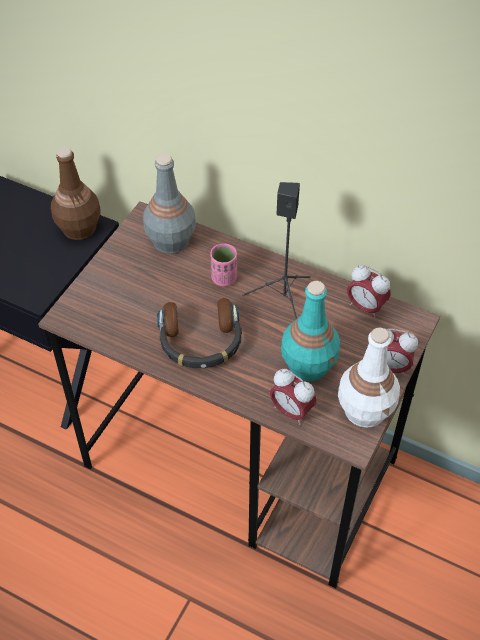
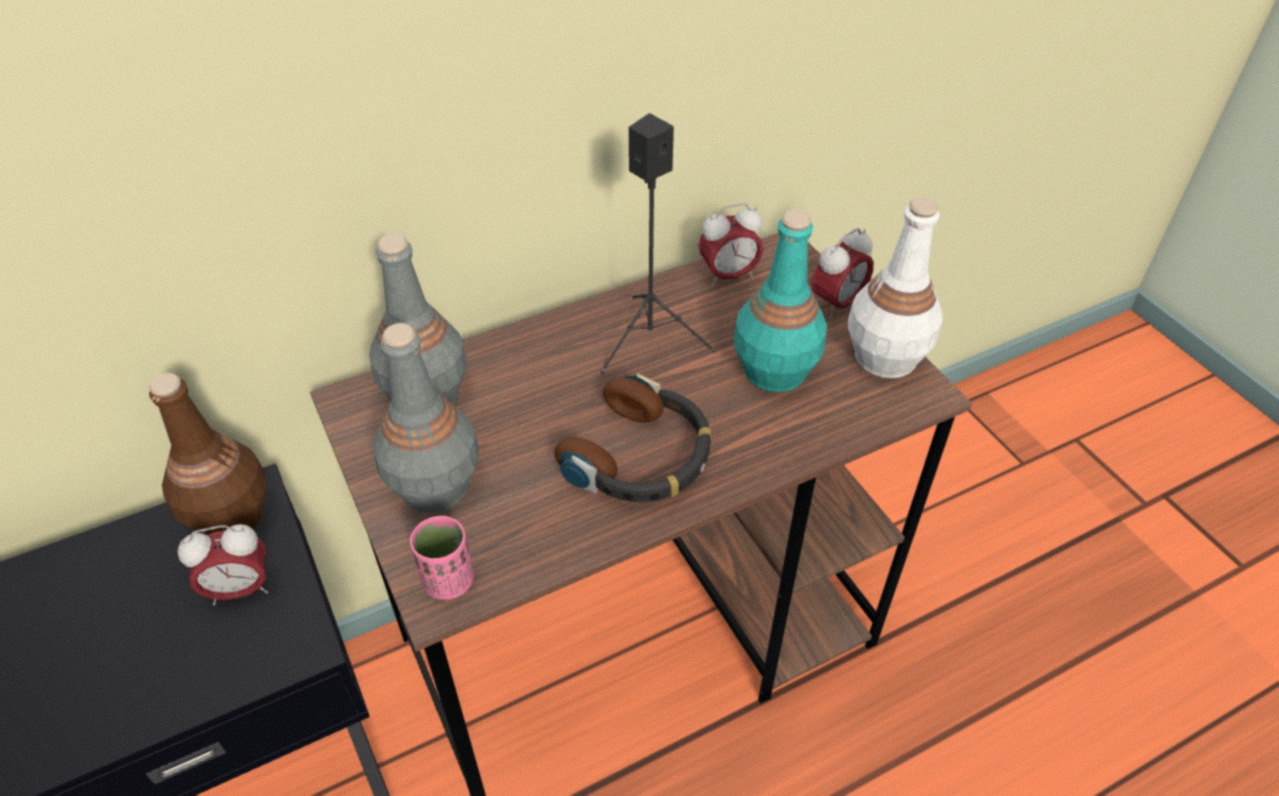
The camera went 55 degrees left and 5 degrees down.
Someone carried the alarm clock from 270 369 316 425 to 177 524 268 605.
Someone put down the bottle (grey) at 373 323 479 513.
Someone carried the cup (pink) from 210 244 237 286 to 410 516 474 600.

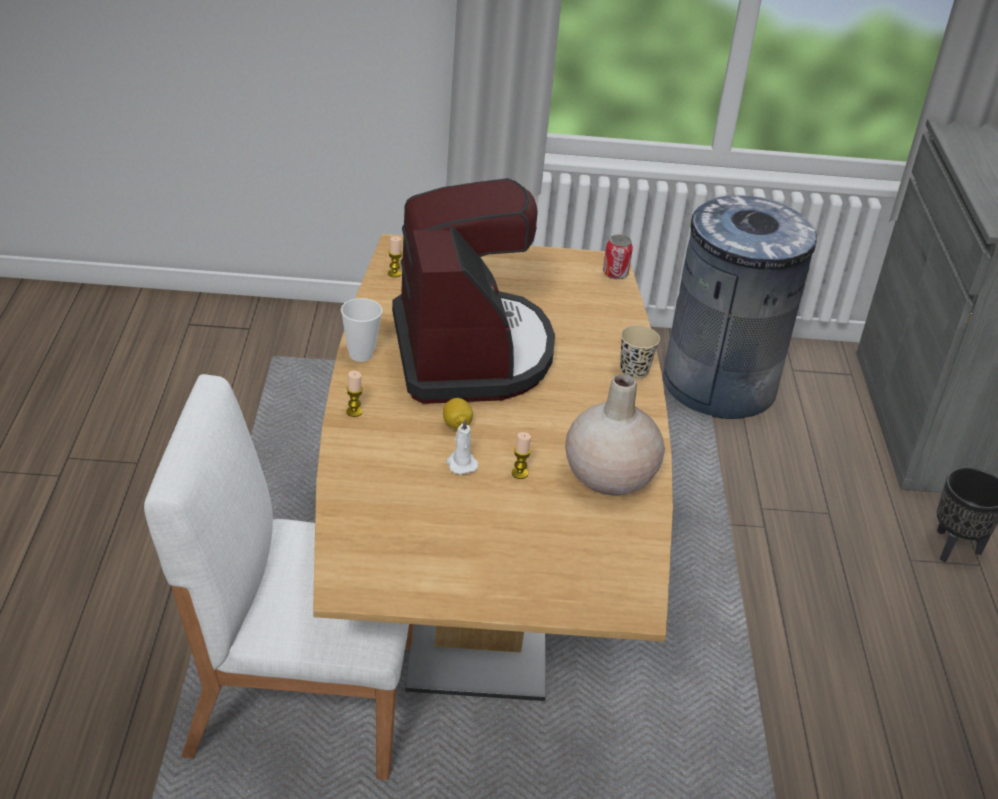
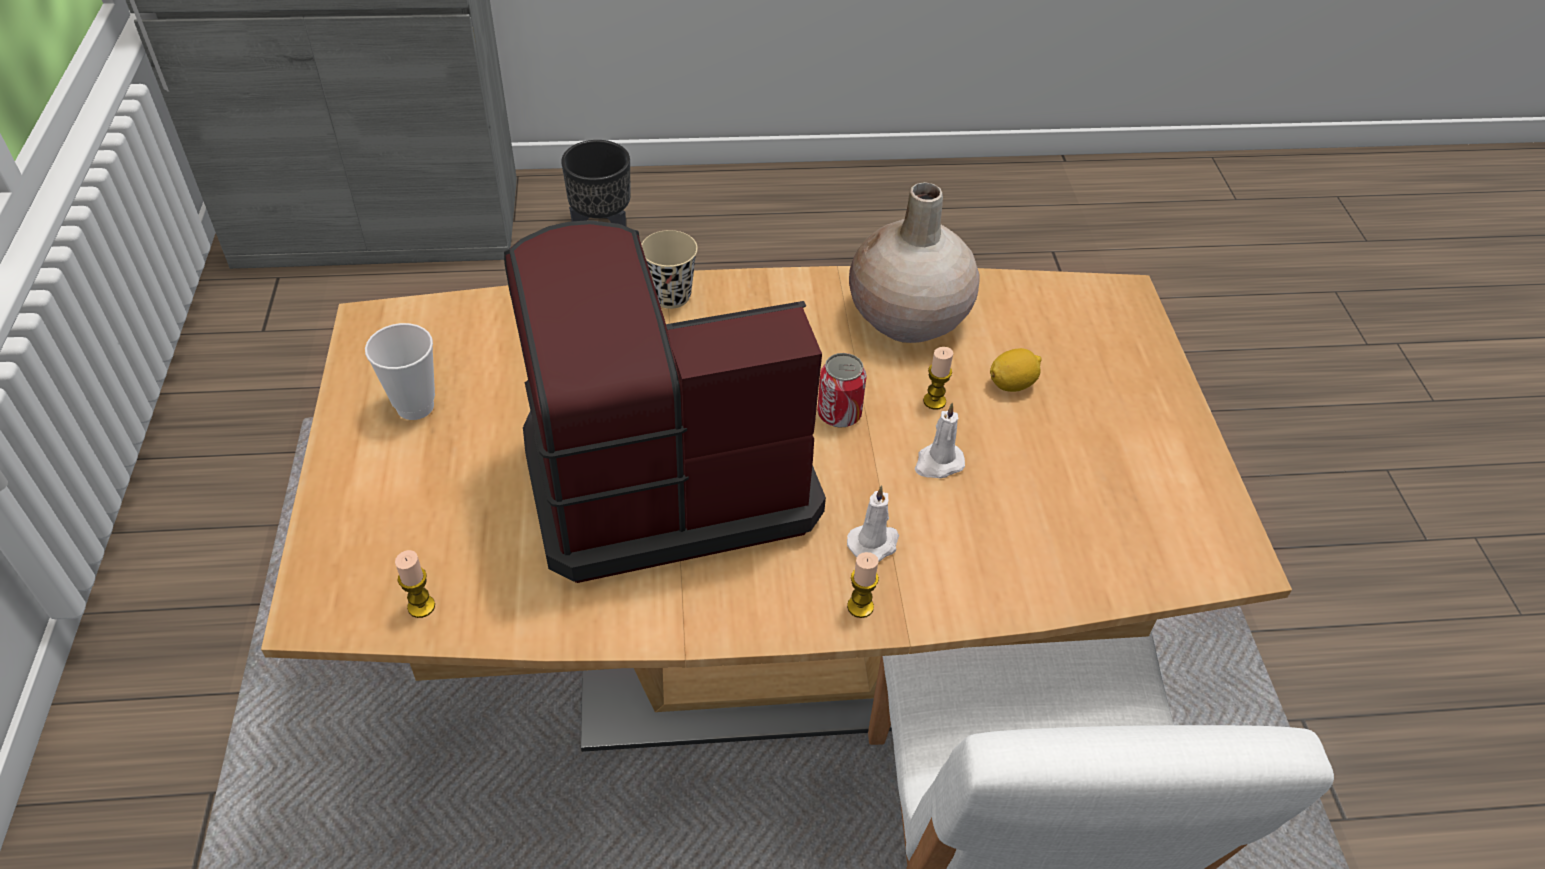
The camera went 95 degrees left and 10 degrees up.
Someone carried the cup from 341 298 383 362 to 365 323 435 420.
Someone carried the can from 603 234 633 280 to 817 353 867 428.
Someone put down the candle (white) at 847 485 899 562.
Someone carried the lemon from 443 398 473 430 to 990 348 1042 392.
Someone took away the trash can (grey) at 663 195 817 419.

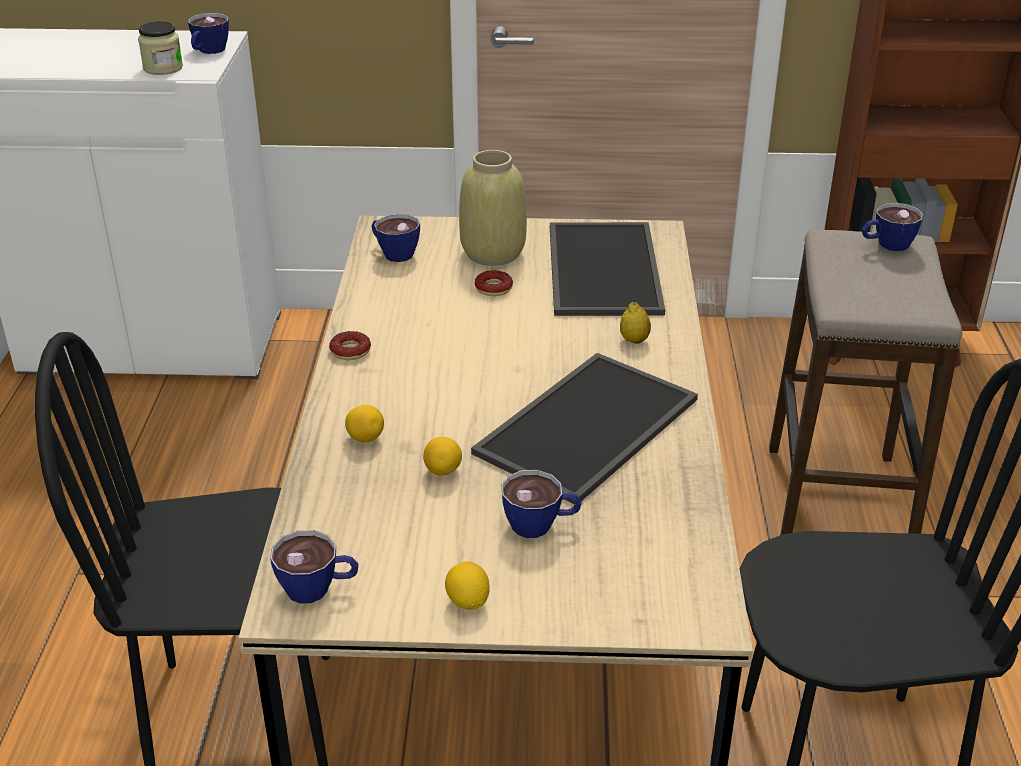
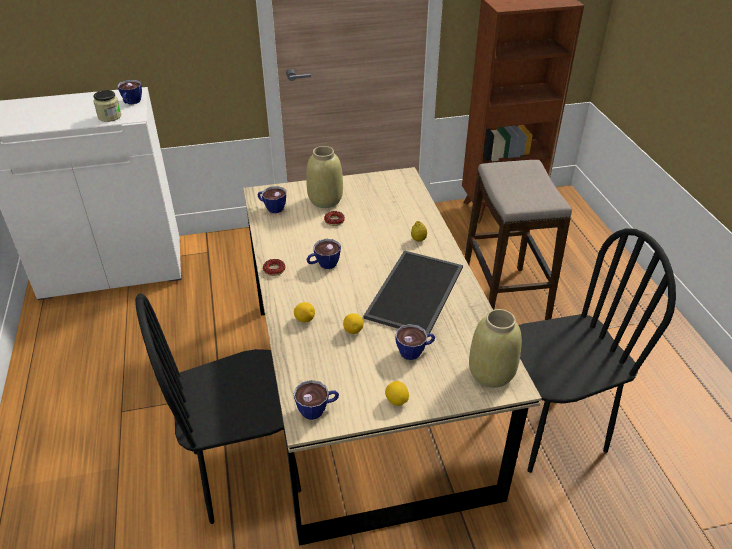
The camera went 15 degrees left and 5 degrees up.
Someone carried the cup from 862 203 923 251 to 307 239 341 269.
Someone put down the vase (beige) at 469 309 522 388.
Someone took away the tray at 550 222 665 316.

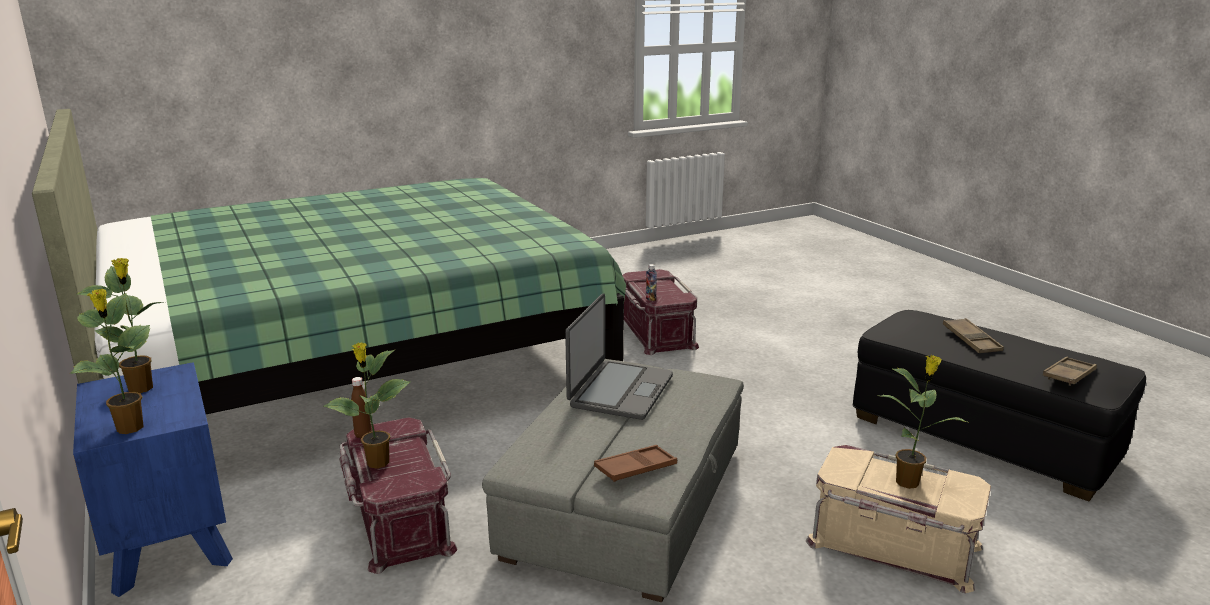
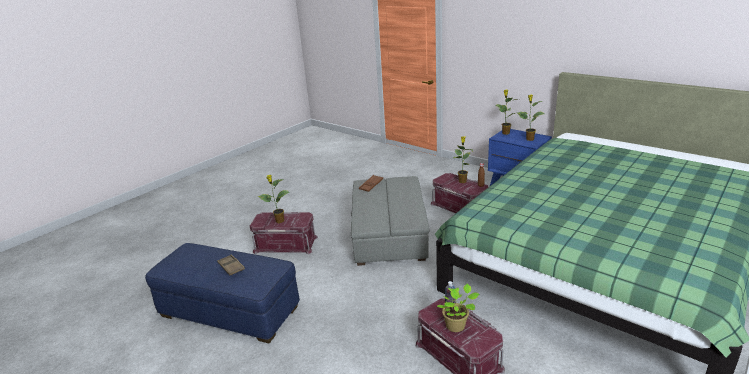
The camera went 160 degrees right and 5 degrees up.
Someone repainted the ottoman (black) at 853 310 1146 501, which became the ottoman (blue) at 145 243 300 343.
Someone repainted the storage box (beige) at 806 445 991 593, which became the storage box (red) at 250 212 318 254.
Someone put down the potted plant at 437 284 480 332.
Someone took away the laptop at 565 293 673 420.
Someone took away the tray (brown) at 1043 357 1097 386.

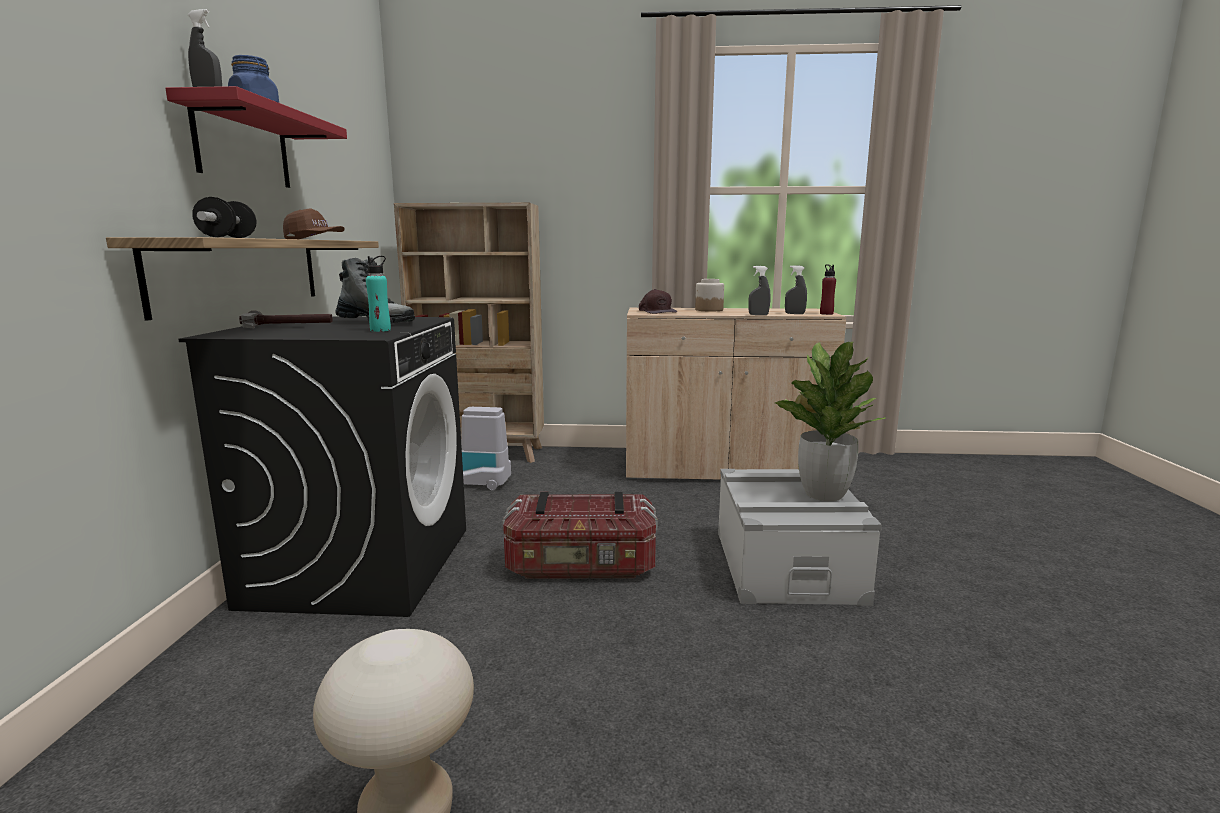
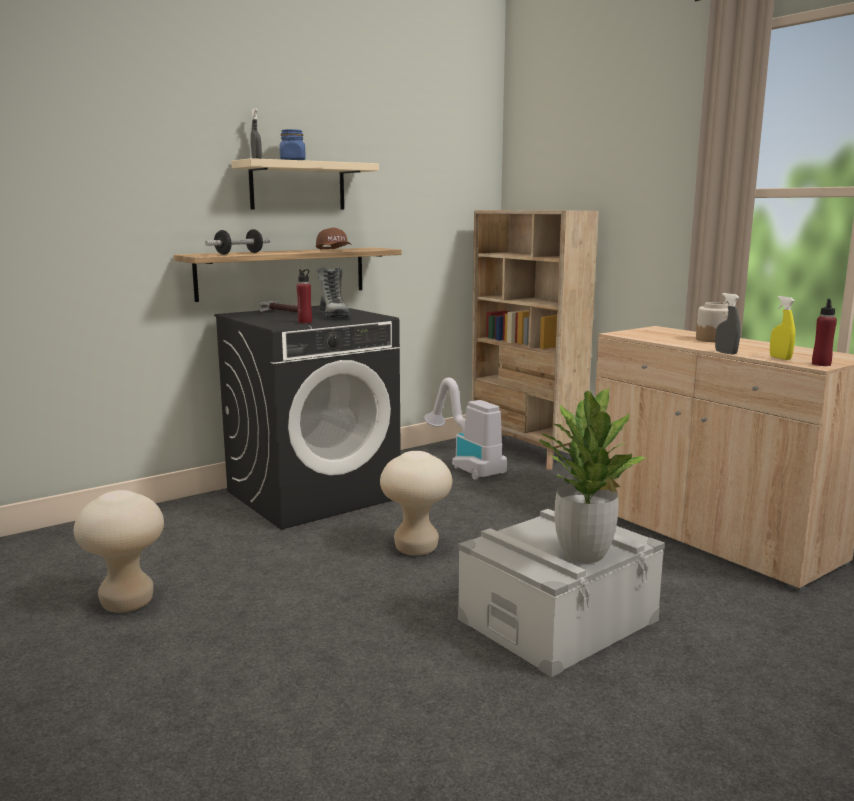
The camera went 50 degrees right and 0 degrees up.
Someone repainted the shelf (red) at 165 86 347 188, which became the shelf (beige) at 231 158 379 210.
Someone repainted the bottle (turquoise) at 366 256 391 332, which became the bottle (red) at 297 269 312 324.
Someone swapped the storage box at 502 491 658 579 for the stool (beige) at 380 451 452 555.
Someone repainted the spray bottle (grey) at 785 265 807 314, which became the spray bottle (yellow) at 770 296 795 360.
Someone took away the cap (brown) at 639 289 677 314.

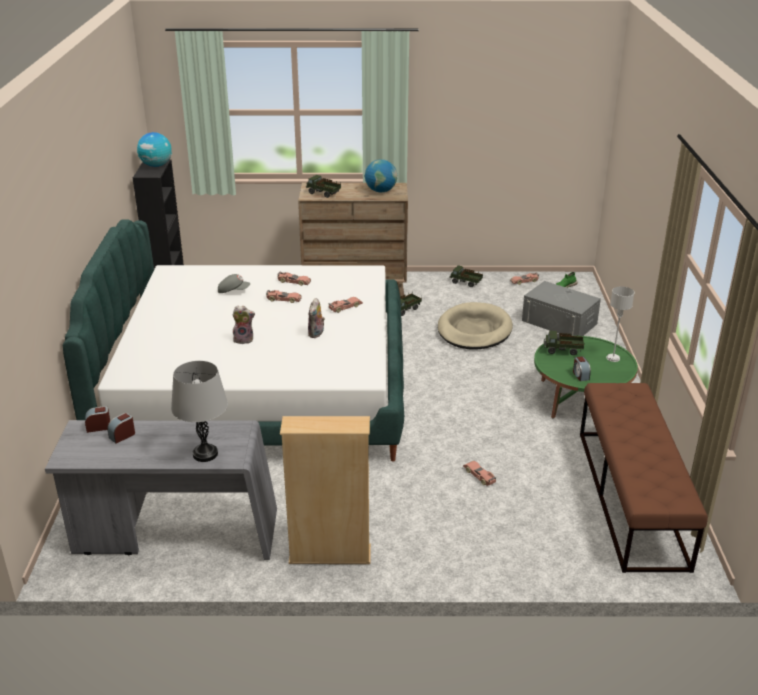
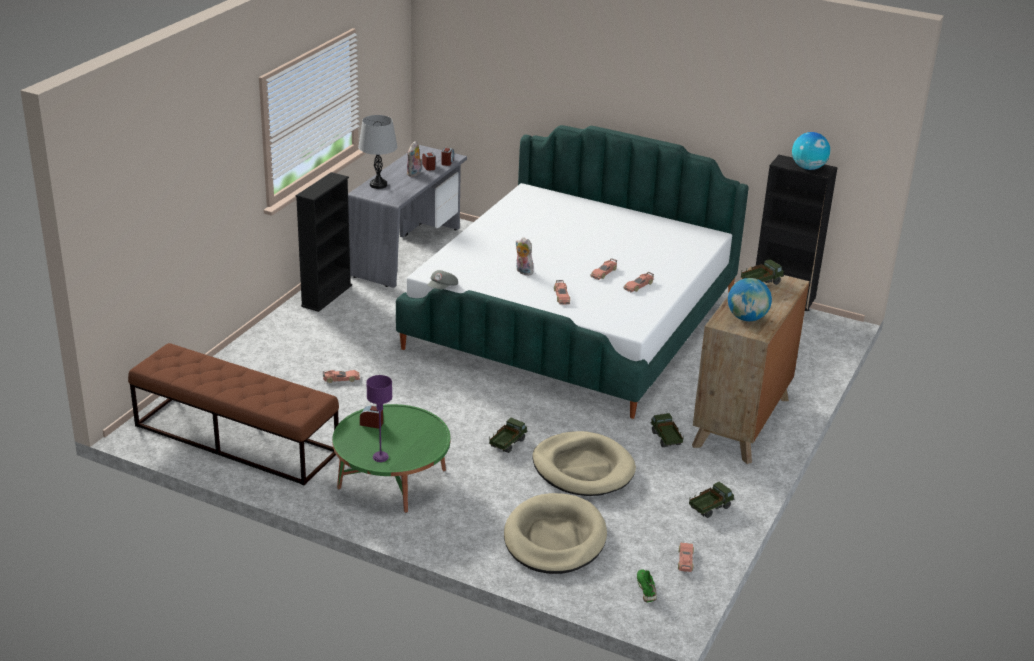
The camera went 115 degrees right and 0 degrees up.
Someone repainted the bookcase (beige) at 280 416 371 564, which became the bookcase (black) at 296 172 352 312.
Someone repainted the table lamp (grey) at 606 286 634 362, which became the table lamp (purple) at 366 375 392 462.
Someone carried the plush toy from 232 305 255 344 to 407 141 422 177.
Someone carried the cap (grey) from 218 274 250 293 to 428 270 458 289.
Someone carried the toy truck from 544 331 584 355 to 489 418 528 453.
Someone swapped the storage box (grey) at 522 281 601 336 for the dog bed (beige) at 504 493 607 574.

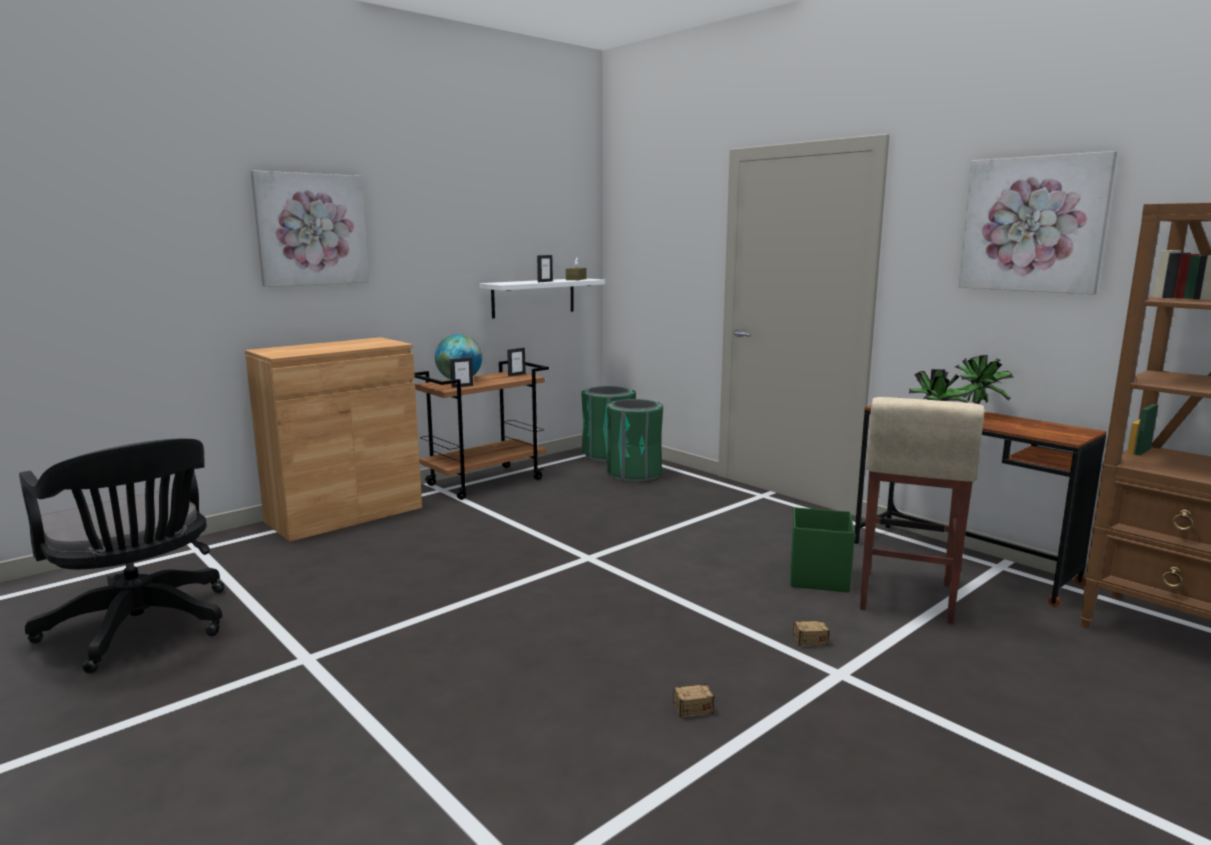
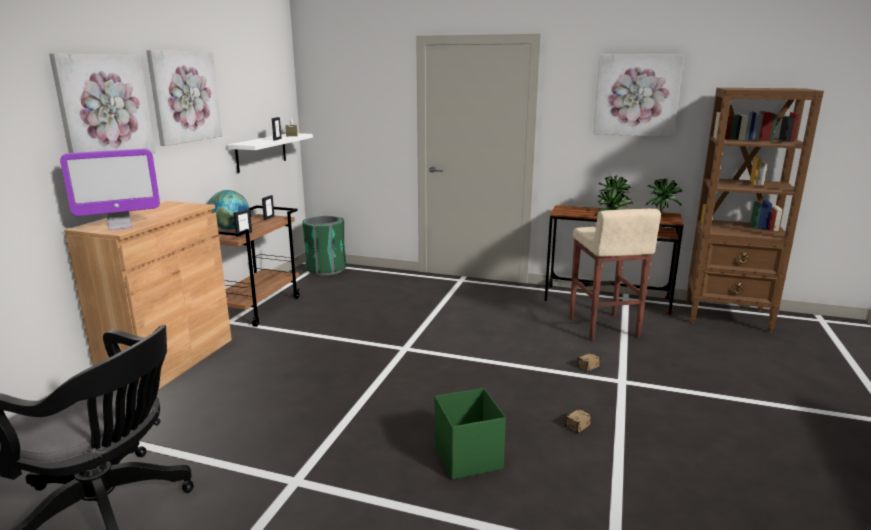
The camera went 30 degrees left and 5 degrees up.
Someone put down the monitor at 60 149 160 230.
Someone put up the picture at 146 50 222 146.
Someone carried the storage box (green) from 791 507 856 592 to 435 388 506 480.
Someone put down the potted plant at 646 179 683 216.
Someone took away the trash can (green) at 607 399 663 482.

